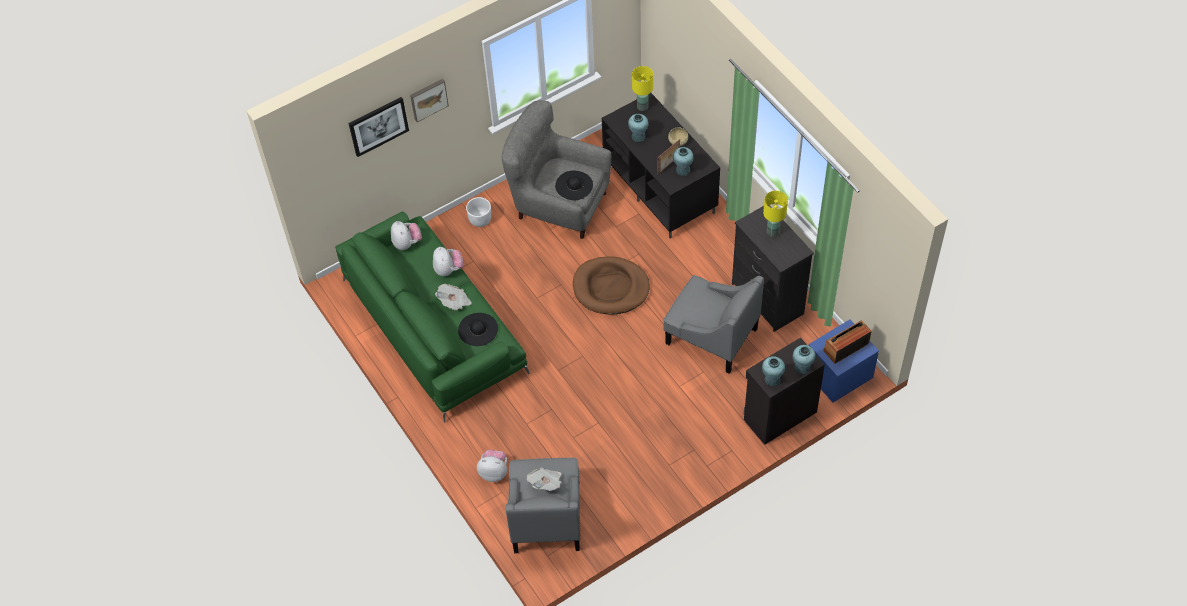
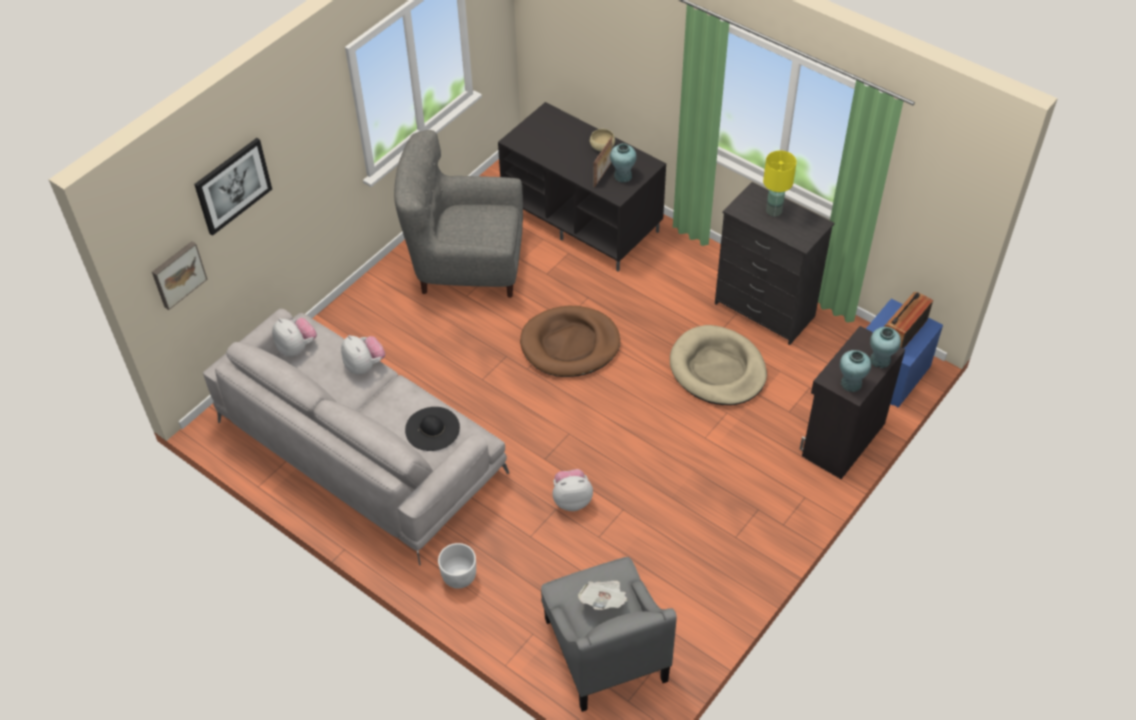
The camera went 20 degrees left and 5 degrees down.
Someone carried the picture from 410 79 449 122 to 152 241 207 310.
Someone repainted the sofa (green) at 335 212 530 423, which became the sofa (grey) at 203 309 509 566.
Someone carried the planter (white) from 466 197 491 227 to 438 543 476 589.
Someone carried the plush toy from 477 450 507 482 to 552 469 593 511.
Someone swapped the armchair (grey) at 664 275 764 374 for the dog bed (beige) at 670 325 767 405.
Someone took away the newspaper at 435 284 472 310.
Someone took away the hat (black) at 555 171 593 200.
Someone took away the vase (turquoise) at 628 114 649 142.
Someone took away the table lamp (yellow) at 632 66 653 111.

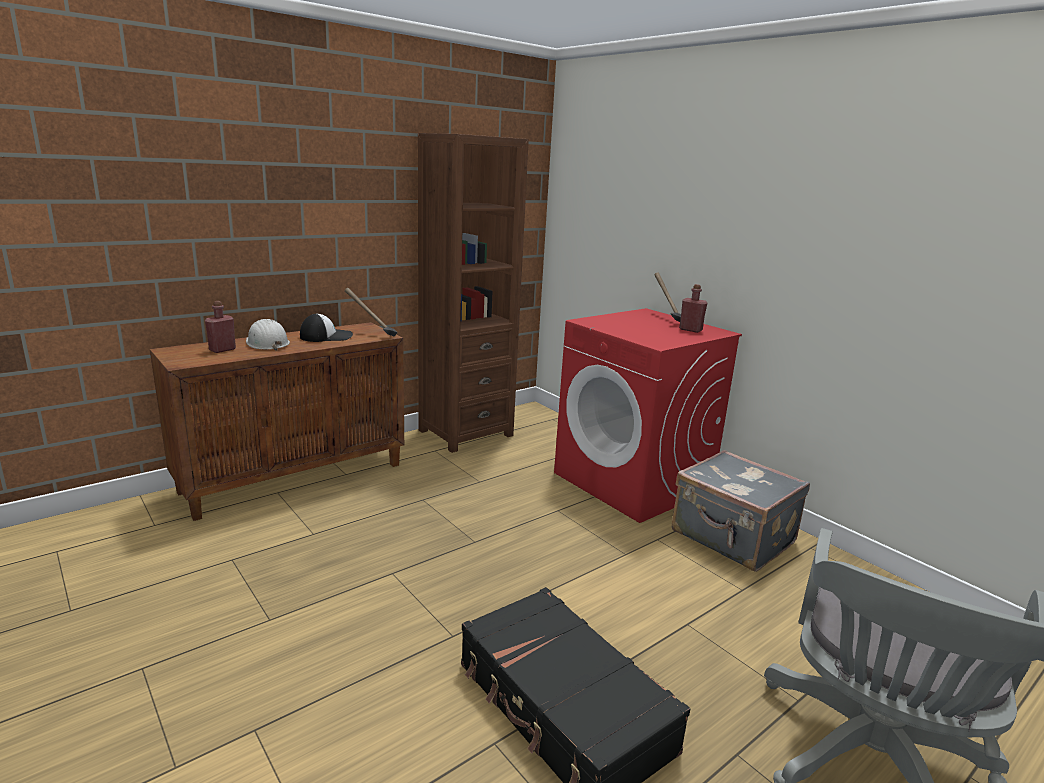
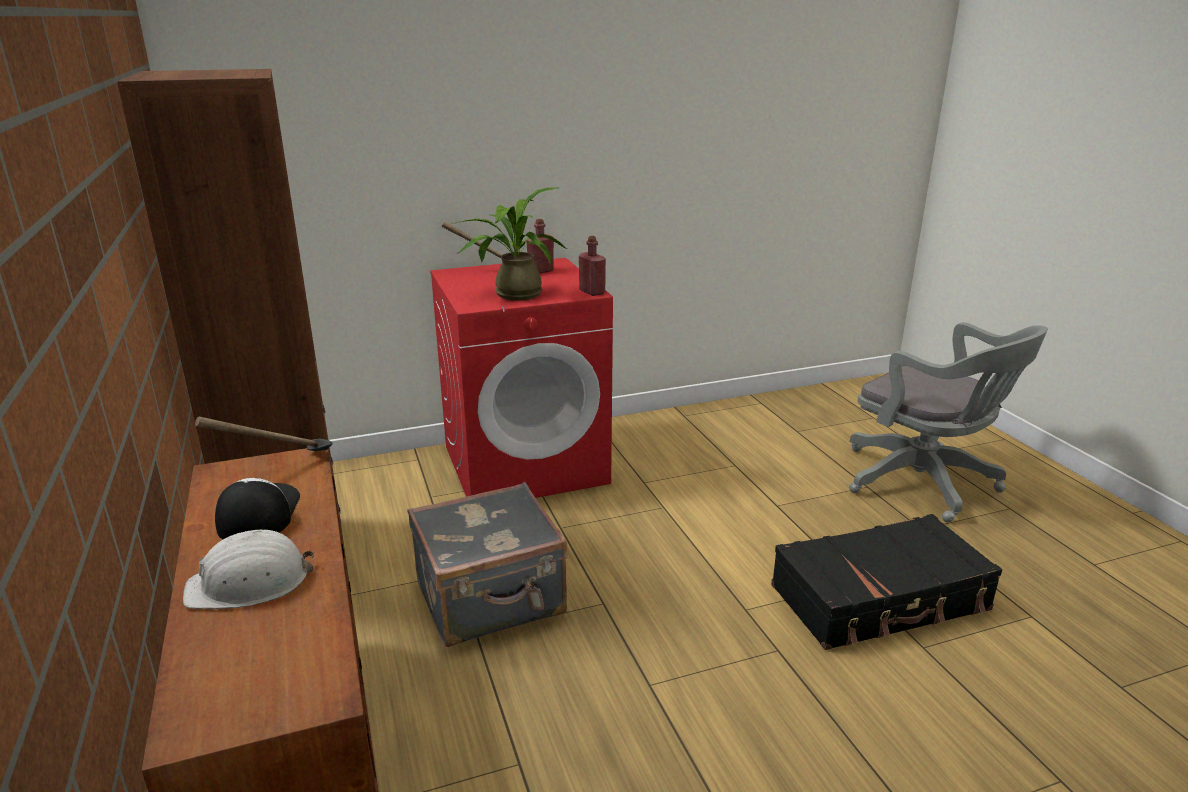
The camera went 70 degrees left and 5 degrees up.
Someone carried the suitcase (grey) from 672 450 810 572 to 407 482 567 647.
Someone put down the potted plant at 451 187 567 301.
Someone carried the bottle (red) from 205 301 236 353 to 579 236 606 296.

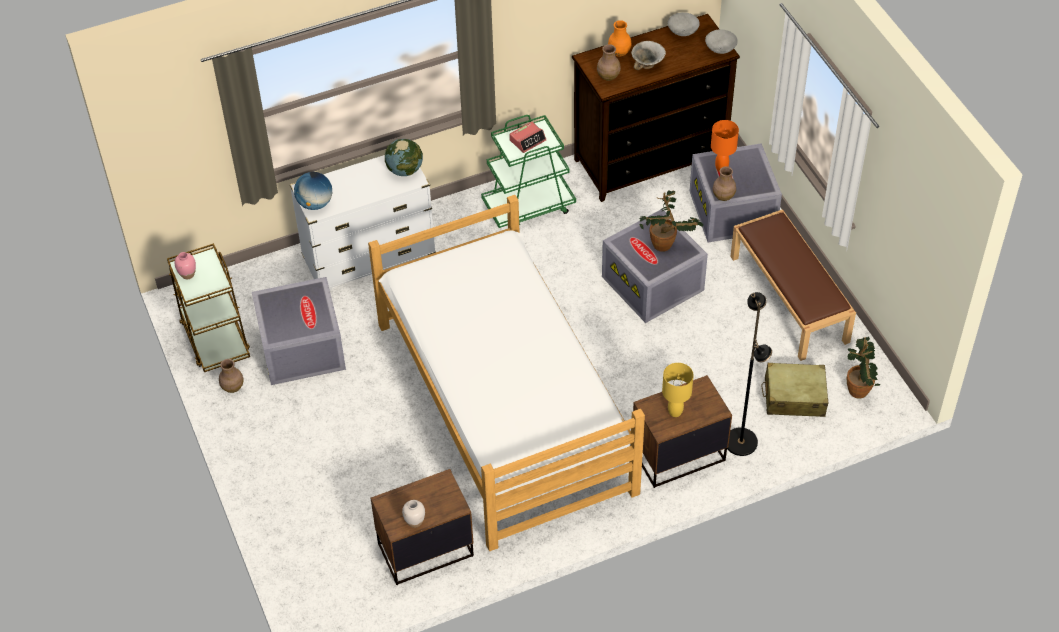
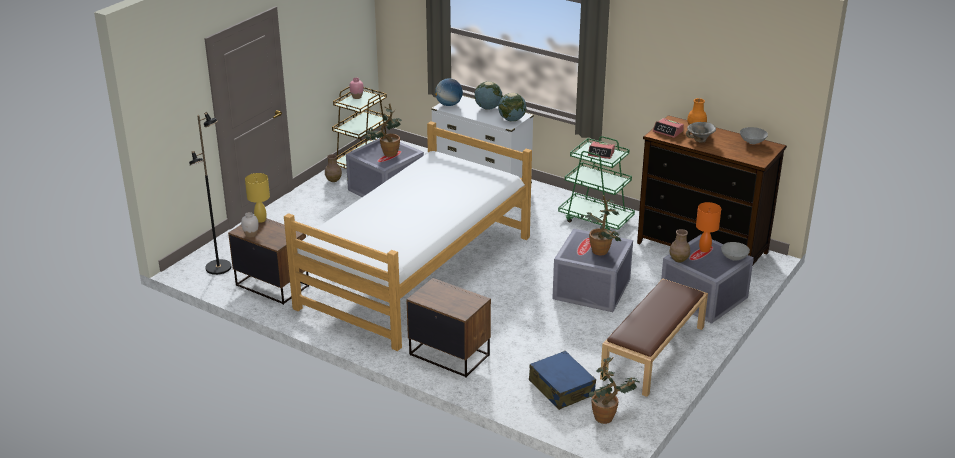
The camera went 55 degrees right and 20 degrees down.
Someone carried the floor lamp (black) from 727 292 772 456 to 189 112 231 275.
Someone carried the table lamp (yellow) from 662 363 694 417 to 245 173 270 223.
Someone put down the potted plant at 364 103 402 157.
Someone put down the globe at 475 82 502 109.
Someone repainted the suitcase (beige) at 761 363 828 417, which became the suitcase (blue) at 529 351 596 410.
Someone swapped the vase (brown) at 597 44 621 81 for the alarm clock at 653 118 684 138.
Someone carried the bowl (grey) from 705 29 738 54 to 721 242 750 261.

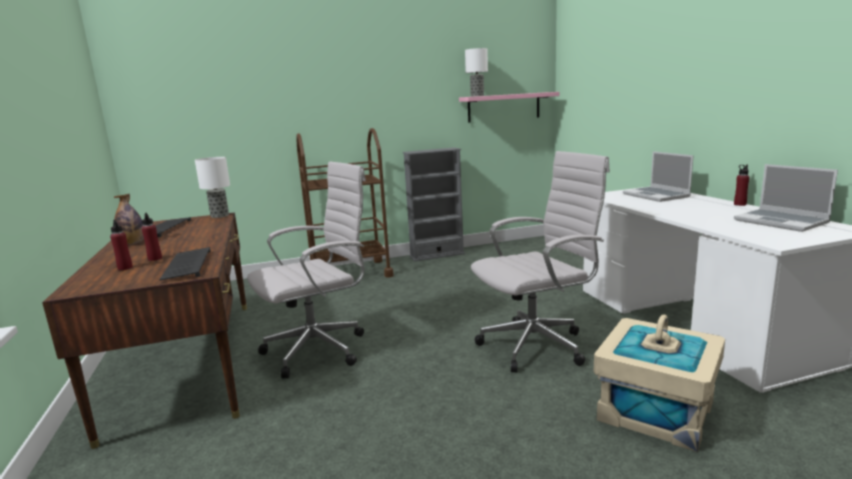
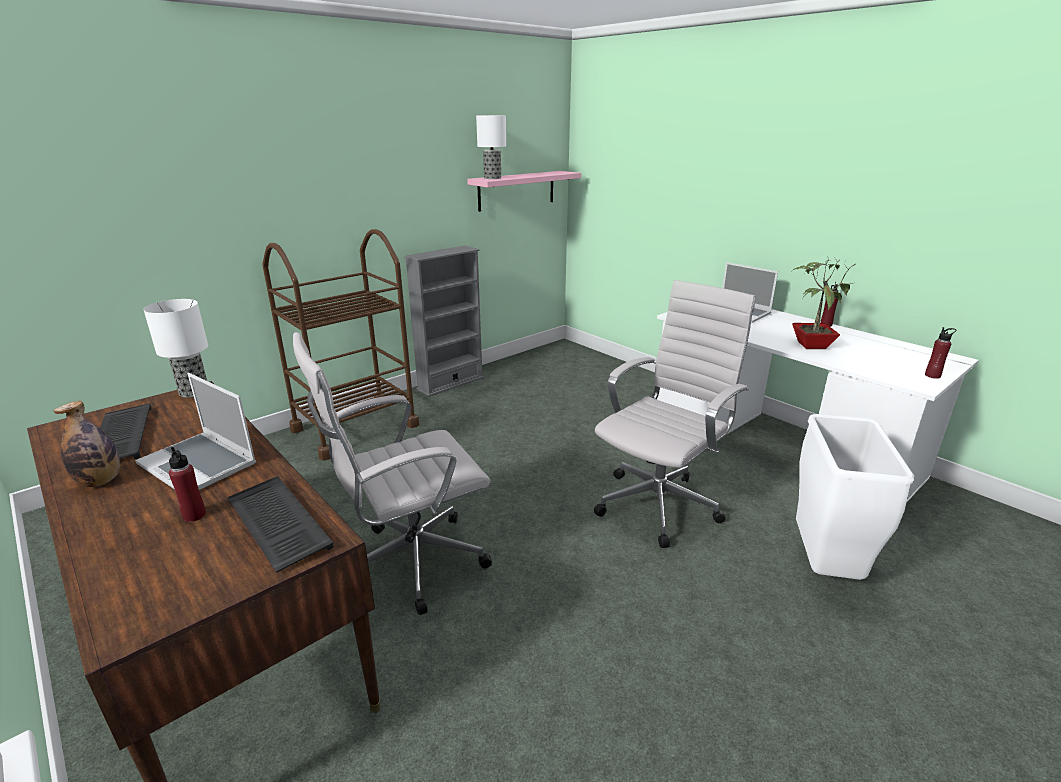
The camera went 25 degrees left and 10 degrees up.
Someone carried the laptop from 734 164 838 232 to 135 373 256 490.
Someone rotated the office chair (white) at 247 162 366 379 by 150 degrees counterclockwise.
Someone put down the potted plant at 792 257 856 349.
Someone swapped the storage box (beige) at 593 314 725 452 for the trash can (white) at 796 414 914 580.
Someone carried the bottle (red) from 110 220 133 270 to 925 327 956 379.

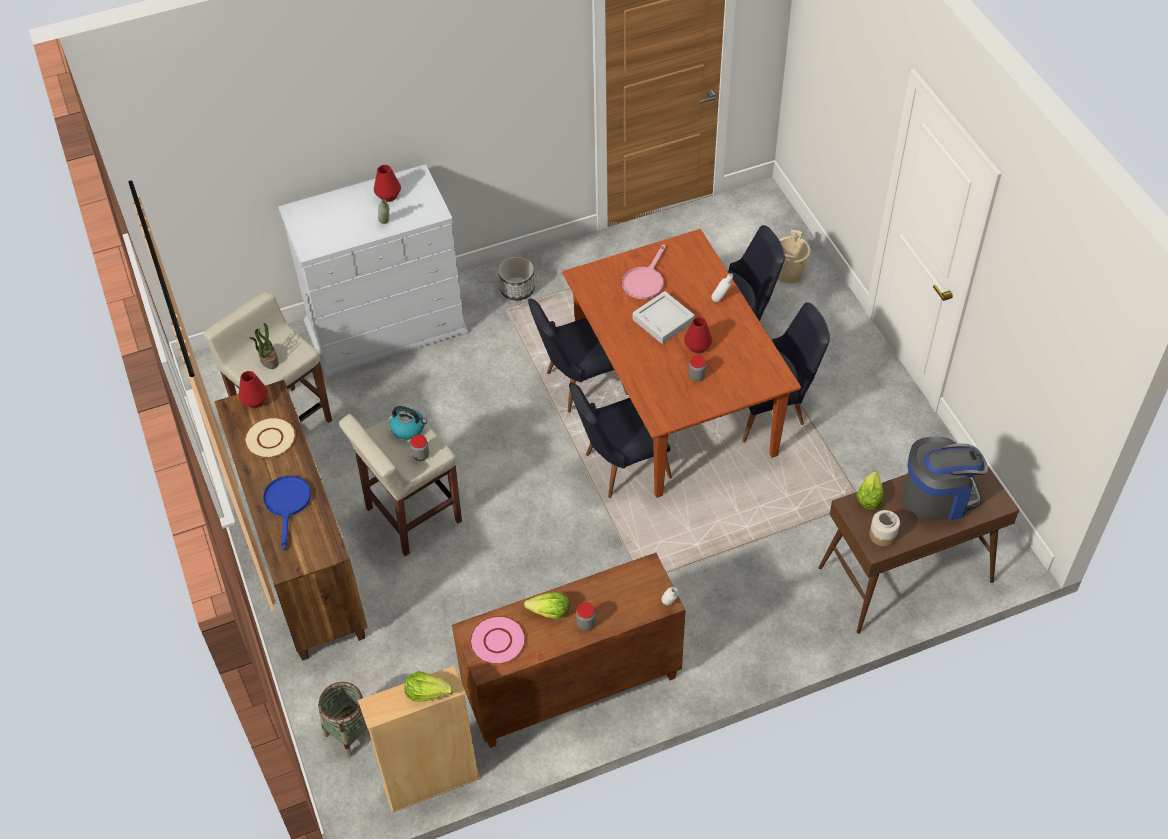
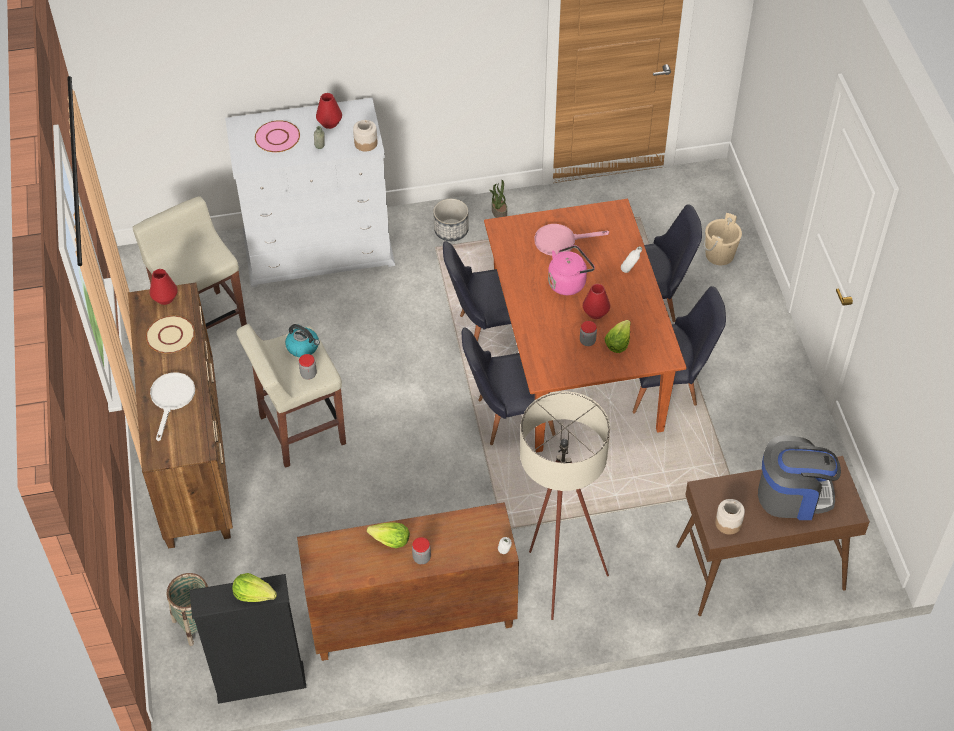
The camera went 10 degrees right and 0 degrees up.
Someone repainted the frying pan (blue) at 263 476 311 550, which became the frying pan (white) at 150 372 195 441.
Someone repainted the bookcase (beige) at 358 665 481 813, which became the bookcase (black) at 190 574 307 704.
Someone carried the plate (pink) from 470 616 526 665 to 255 120 300 152.
Someone put down the jar at 353 120 378 152.
Someone carried the potted plant from 249 323 279 369 to 489 180 507 218.
Someone put down the floor lamp (beige) at 520 391 610 620.
Someone rotated the frying pan (pink) at 622 244 666 299 by 45 degrees clockwise.
Someone swapped the tray (grey) at 633 291 695 344 for the kettle (pink) at 548 245 595 295.
Someone carried the lettuce from 857 471 883 510 to 604 320 631 353.

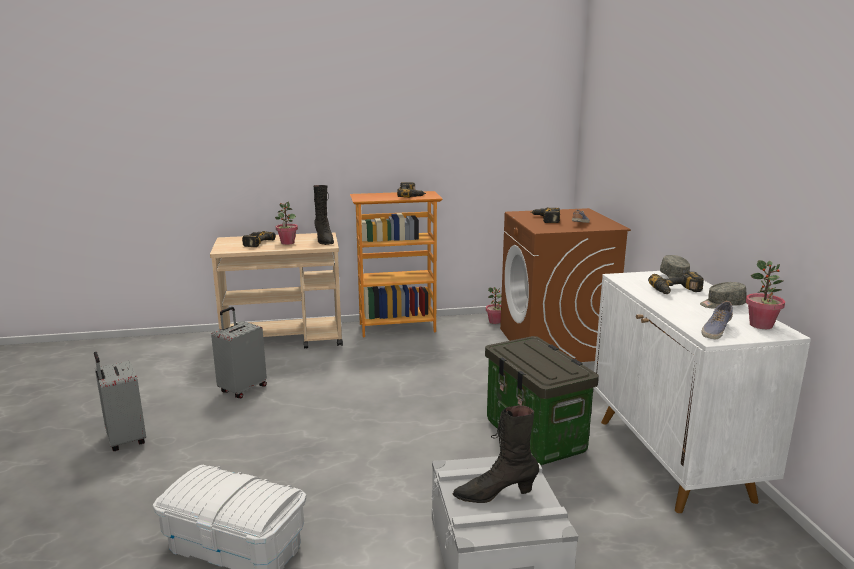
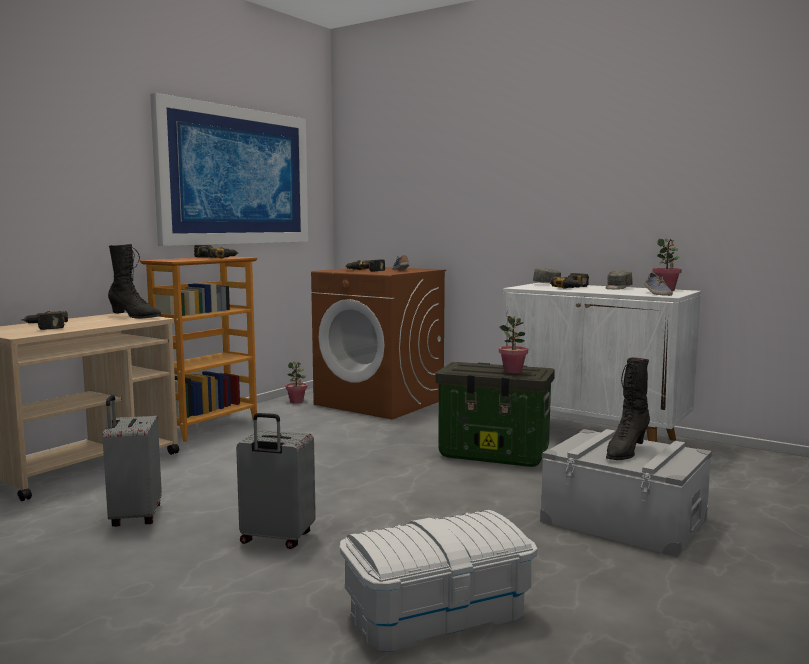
The camera went 45 degrees left and 10 degrees down.
Someone put up the picture at 150 93 308 246.
Someone carried the suitcase (grey) from 94 351 146 451 to 236 413 316 549.
Someone carried the potted plant from 275 202 298 245 to 499 316 528 373.

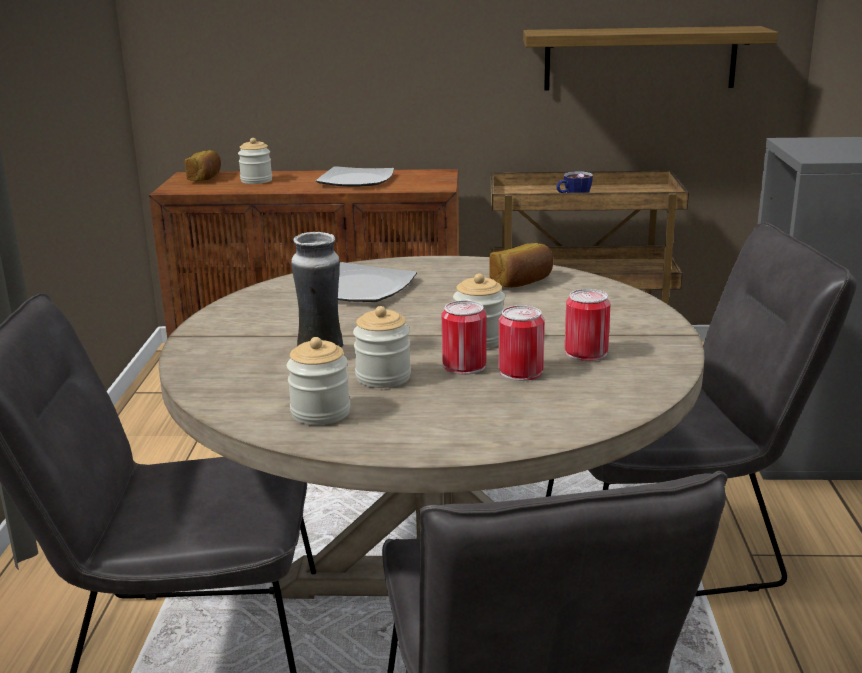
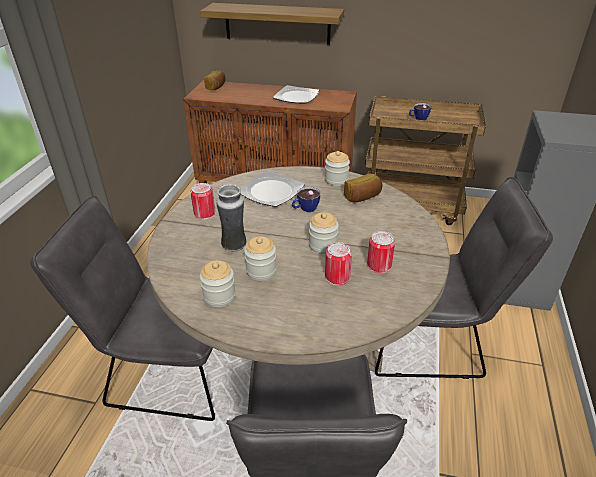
The camera went 10 degrees right and 15 degrees up.
Someone carried the can from 442 300 487 375 to 190 183 215 220.
Someone carried the shelf from 523 26 778 90 to 200 3 344 45.
Someone put down the cup at 292 187 320 212.
Someone carried the jar from 238 138 272 184 to 325 151 350 186.

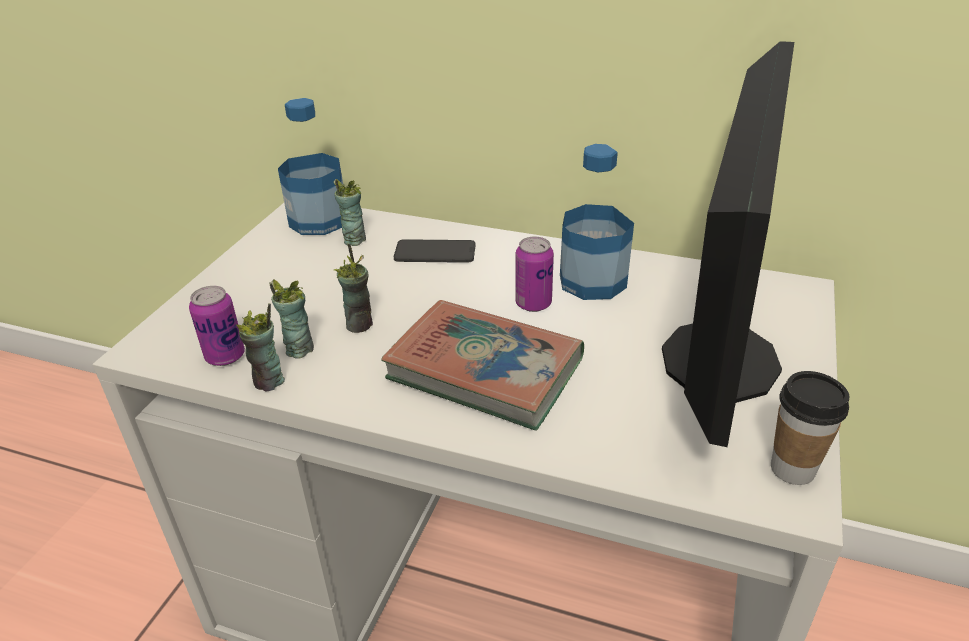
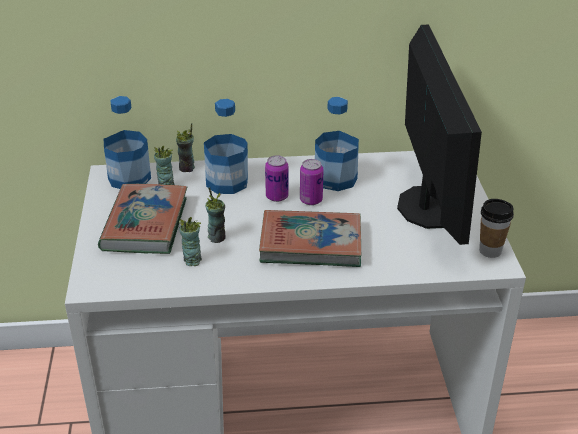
The camera went 25 degrees left and 0 degrees up.
Someone put down the book at 98 184 187 254.
Someone carried the cup from 236 303 285 392 to 176 123 195 172.
Someone swapped the phone at 394 239 476 263 for the bottle at 204 99 248 194.
Someone carried the can from 189 286 245 366 to 265 155 288 202.

